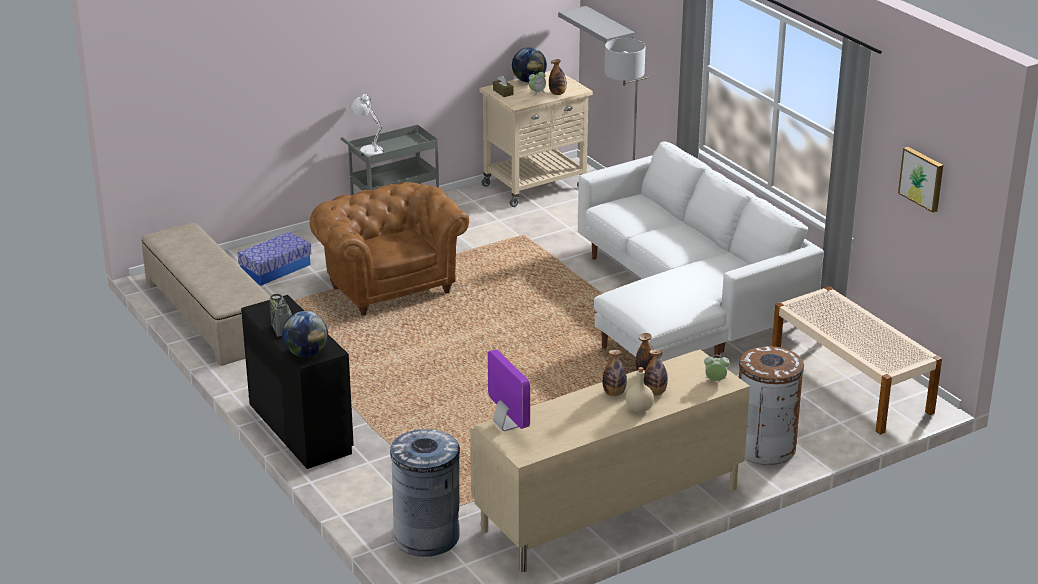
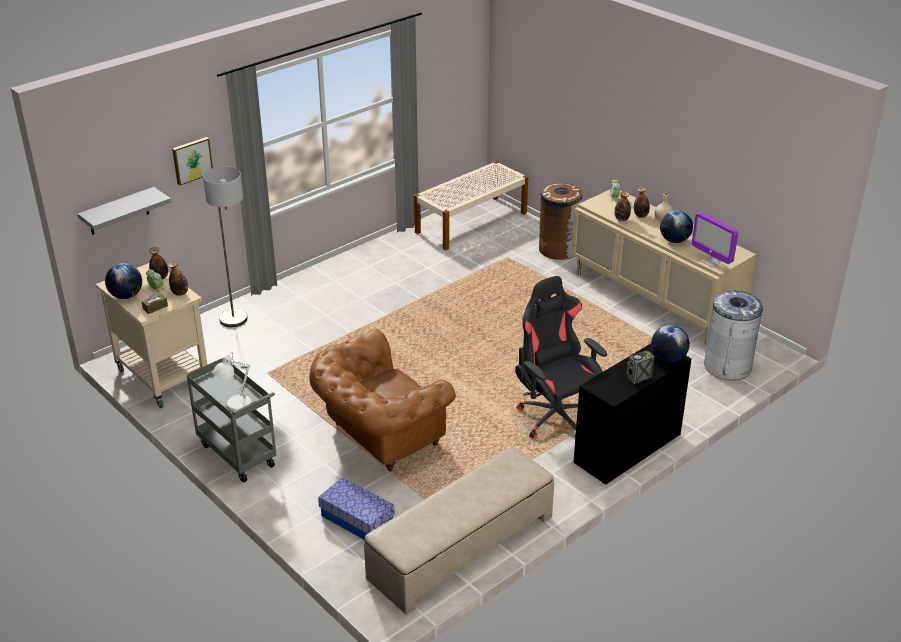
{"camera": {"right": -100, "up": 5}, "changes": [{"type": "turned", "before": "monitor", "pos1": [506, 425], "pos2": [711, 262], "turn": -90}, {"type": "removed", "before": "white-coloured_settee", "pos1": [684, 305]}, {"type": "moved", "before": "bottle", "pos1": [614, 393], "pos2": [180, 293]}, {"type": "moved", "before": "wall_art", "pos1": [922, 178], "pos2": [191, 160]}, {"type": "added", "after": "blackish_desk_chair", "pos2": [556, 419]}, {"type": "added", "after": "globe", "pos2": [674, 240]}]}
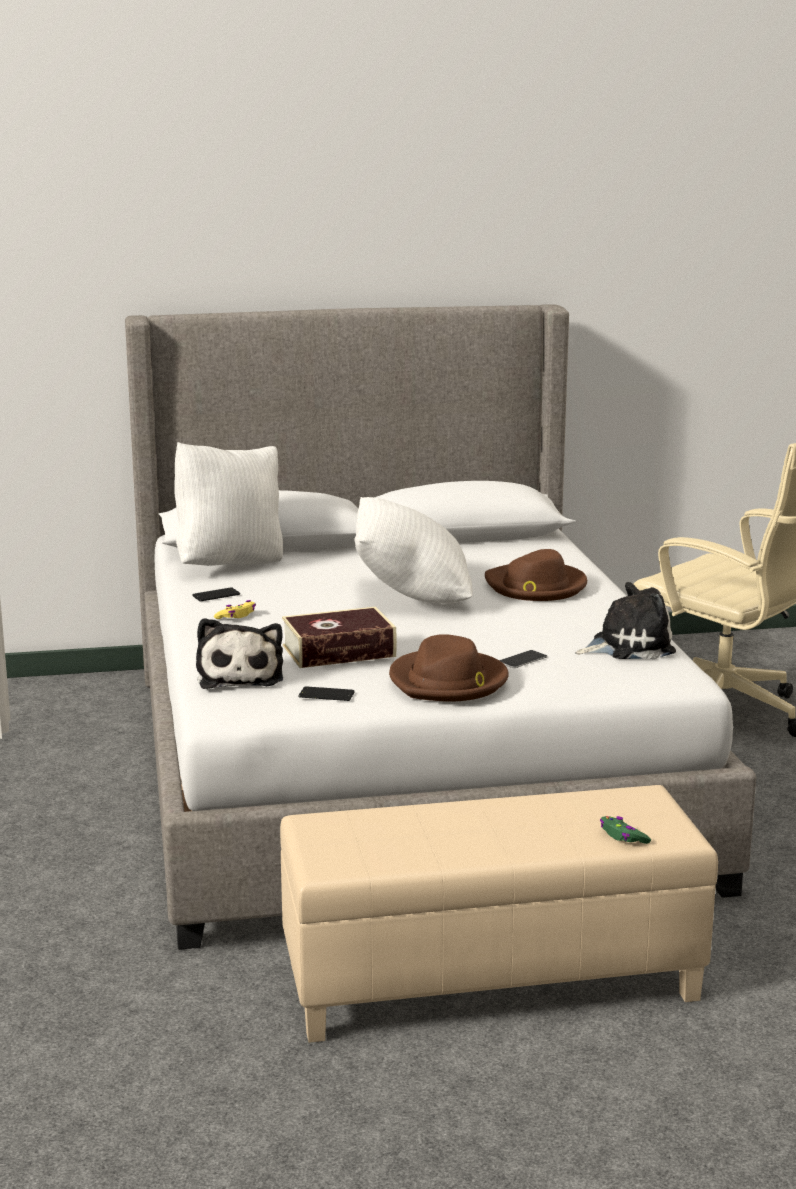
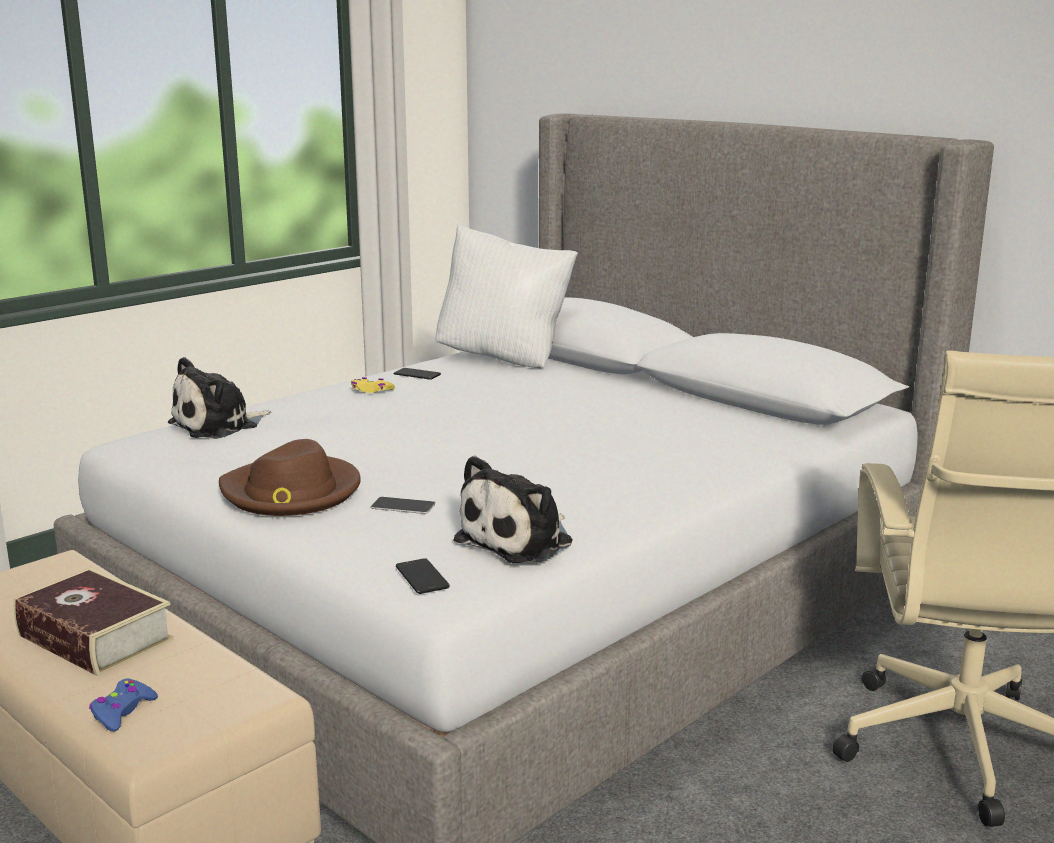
{"camera": {"right": 55, "up": 0}, "changes": [{"type": "moved", "before": "bound_book", "pos1": [339, 651], "pos2": [95, 638]}, {"type": "moved", "before": "handset", "pos1": [326, 695], "pos2": [422, 577]}, {"type": "removed", "before": "white-coloured_cushion", "pos1": [412, 597]}, {"type": "removed", "before": "brown-coloured_clothing_hat", "pos1": [536, 587]}, {"type": "turned", "before": "cuddly_toy", "pos1": [628, 646], "pos2": [520, 541], "turn": 90}, {"type": "recoloured", "before": "green-coloured_joypad", "after": "blue_joypad", "pos1": [623, 836], "pos2": [122, 712]}]}
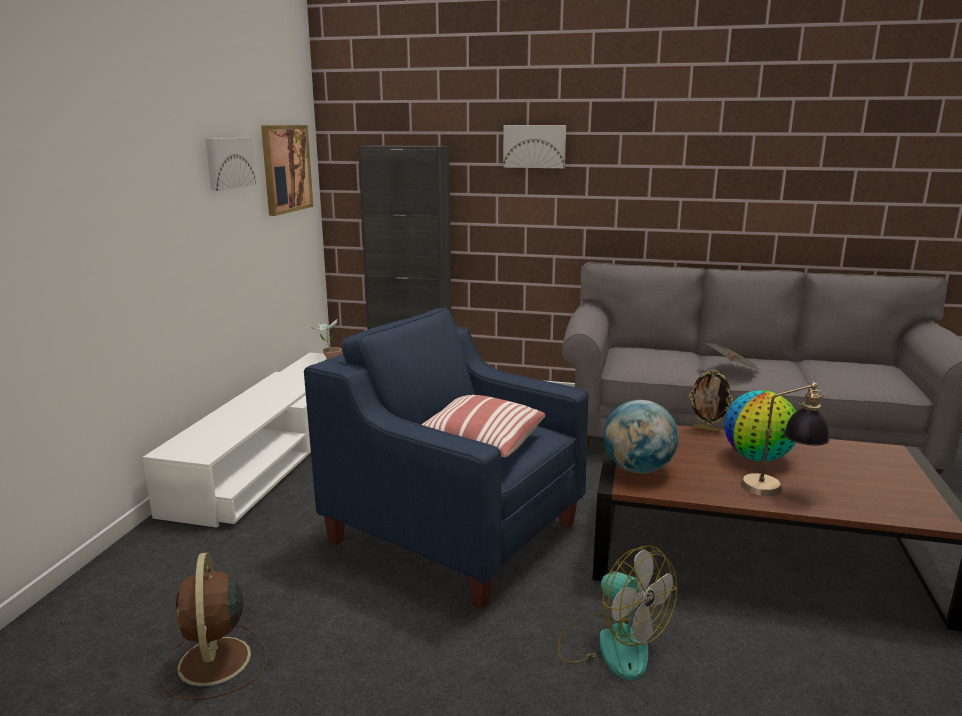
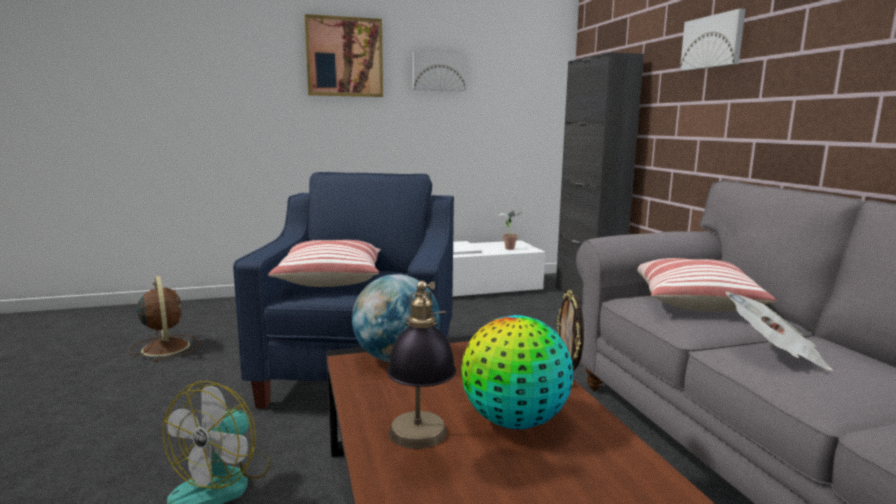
{"camera": {"right": 60, "up": -5}, "changes": [{"type": "turned", "before": "brown-coloured_cooling_fan", "pos1": [214, 663], "pos2": [165, 347], "turn": 105}, {"type": "moved", "before": "wall_art", "pos1": [286, 168], "pos2": [344, 57]}, {"type": "added", "after": "cushion", "pos2": [693, 302]}]}
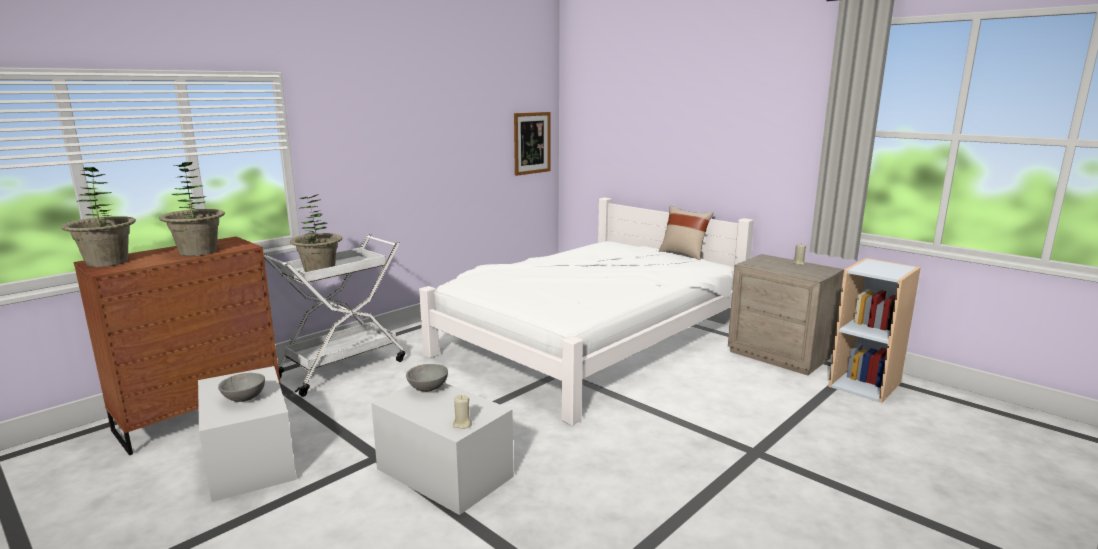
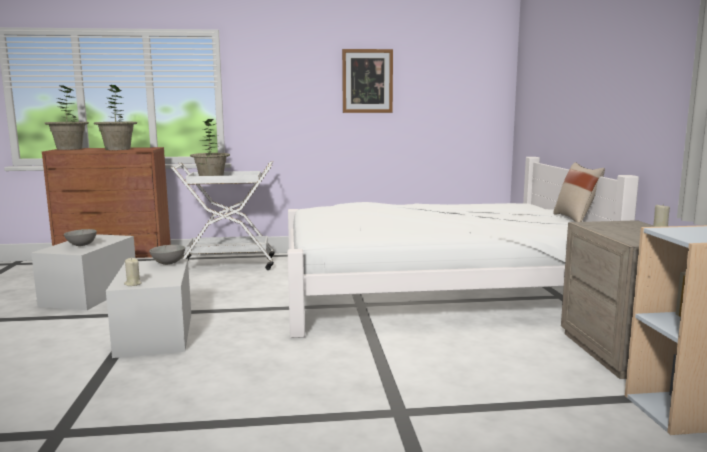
{"camera": {"right": 40, "up": -5}, "changes": [{"type": "moved", "before": "wall_art", "pos1": [532, 143], "pos2": [367, 81]}]}
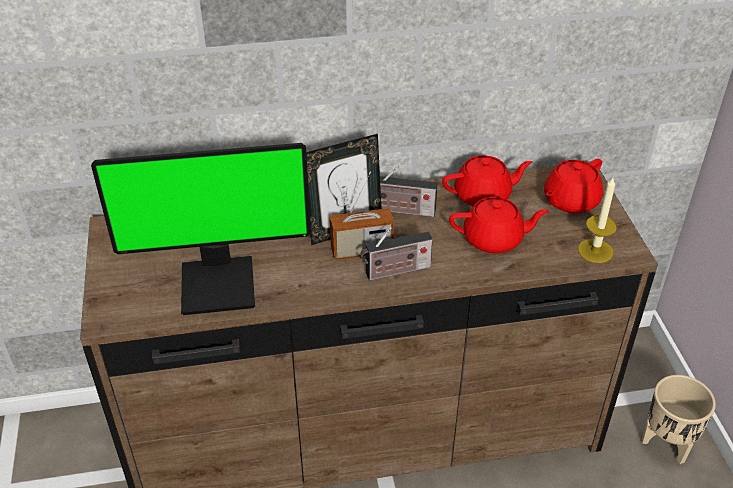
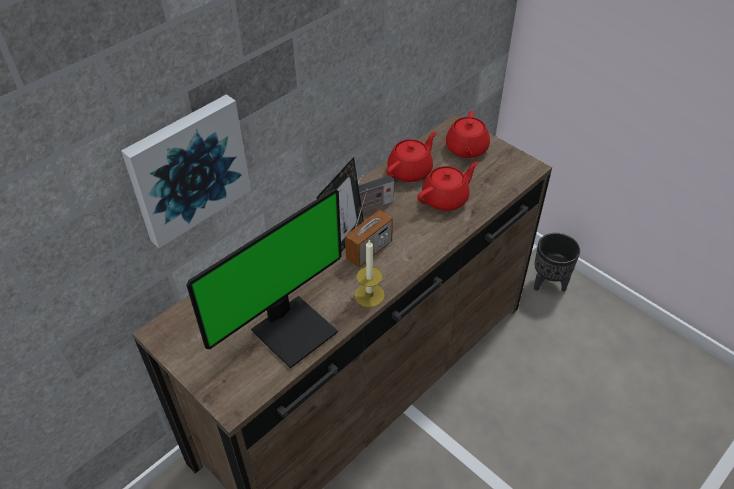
{"camera": {"right": -35, "up": 5}, "changes": [{"type": "removed", "before": "radio", "pos1": [395, 271]}, {"type": "moved", "before": "wax_candle", "pos1": [595, 251], "pos2": [369, 295]}, {"type": "recoloured", "before": "beige_flower_pot", "after": "blackish_flower_pot", "pos1": [667, 443], "pos2": [548, 283]}, {"type": "added", "after": "wall_art", "pos2": [187, 169]}]}
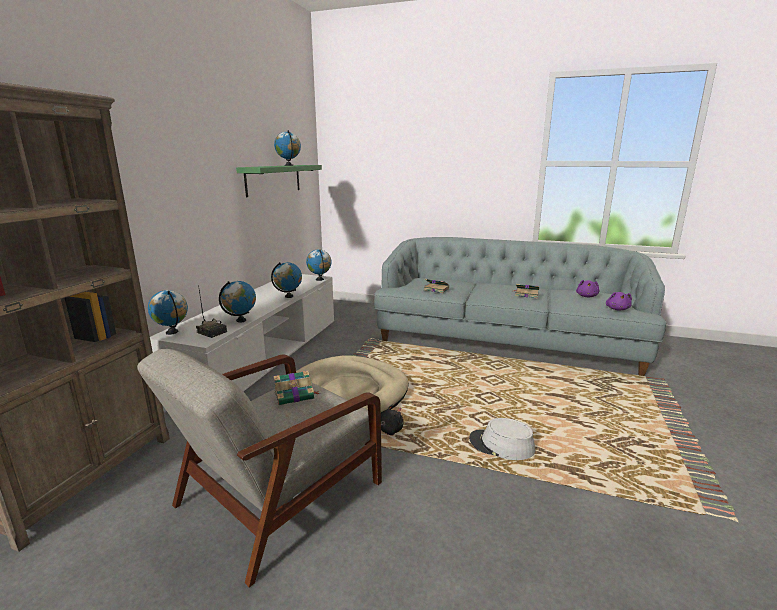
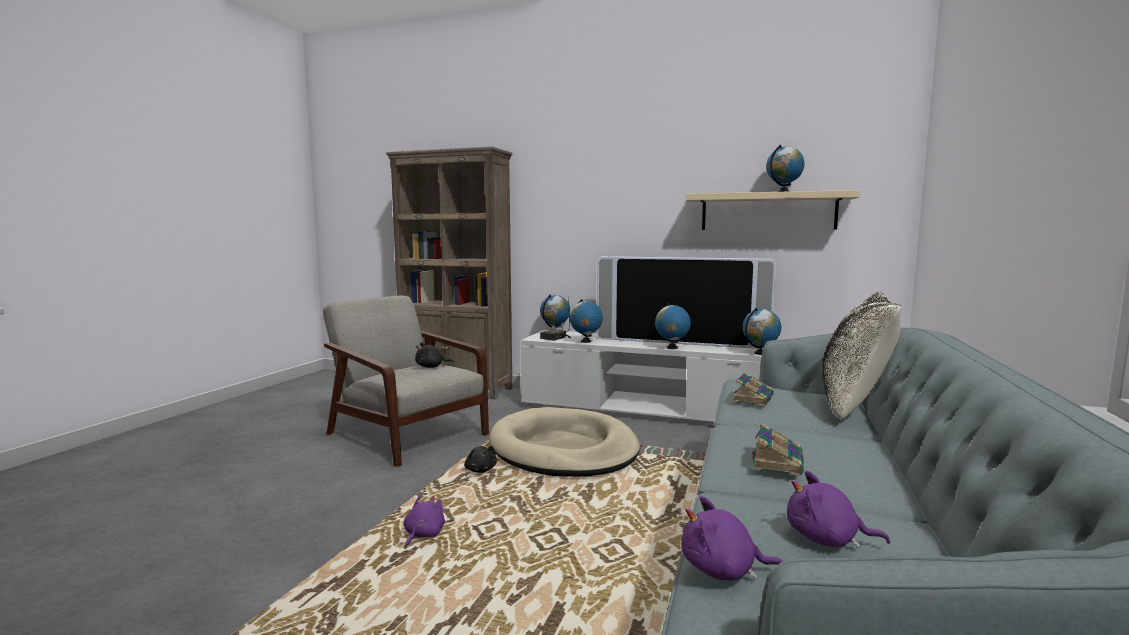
{"camera": {"right": 90, "up": -10}, "changes": [{"type": "recoloured", "before": "green-coloured_shelf", "after": "beige_shelf", "pos1": [273, 179], "pos2": [768, 211]}, {"type": "replaced", "before": "bound_book", "after": "blackish_cuddly_toy", "pos1": [295, 395], "pos2": [431, 367]}, {"type": "replaced", "before": "gray_clothing_hat", "after": "purple_cuddly_toy", "pos1": [501, 445], "pos2": [423, 535]}, {"type": "added", "after": "television", "pos2": [681, 342]}, {"type": "added", "after": "beige_cushion", "pos2": [854, 409]}]}
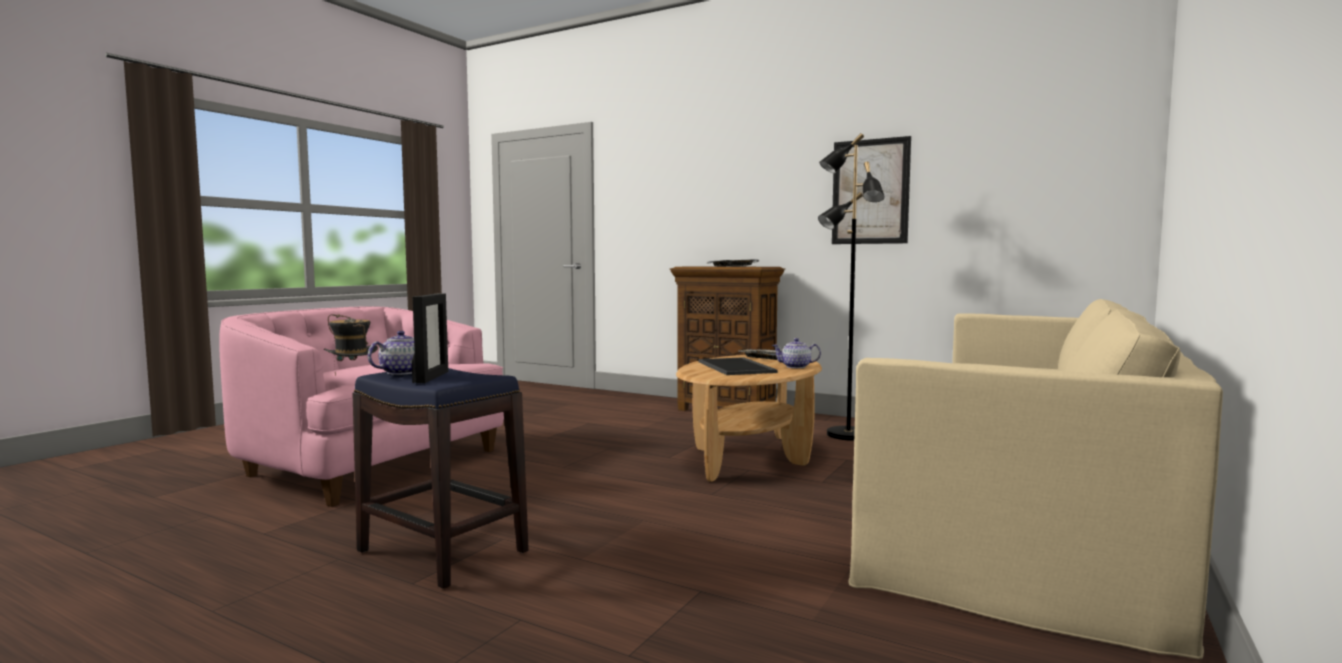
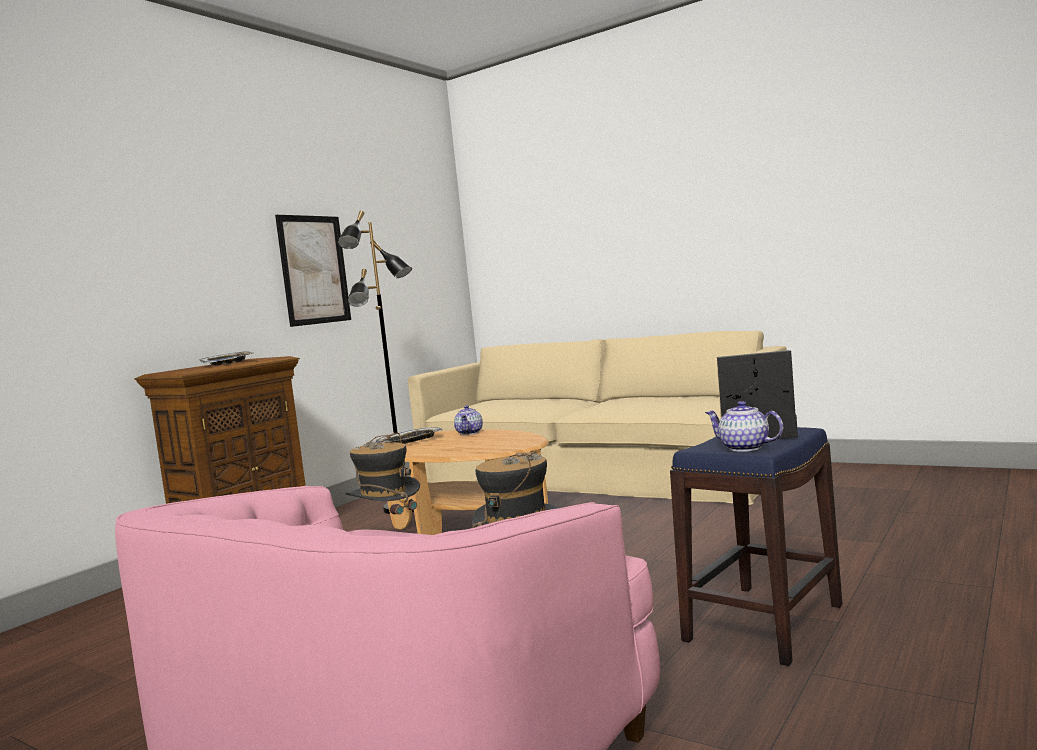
{"camera": {"right": -85, "up": 0}, "changes": [{"type": "removed", "before": "tray", "pos1": [737, 367]}, {"type": "added", "after": "clothing_hat", "pos2": [388, 530]}]}
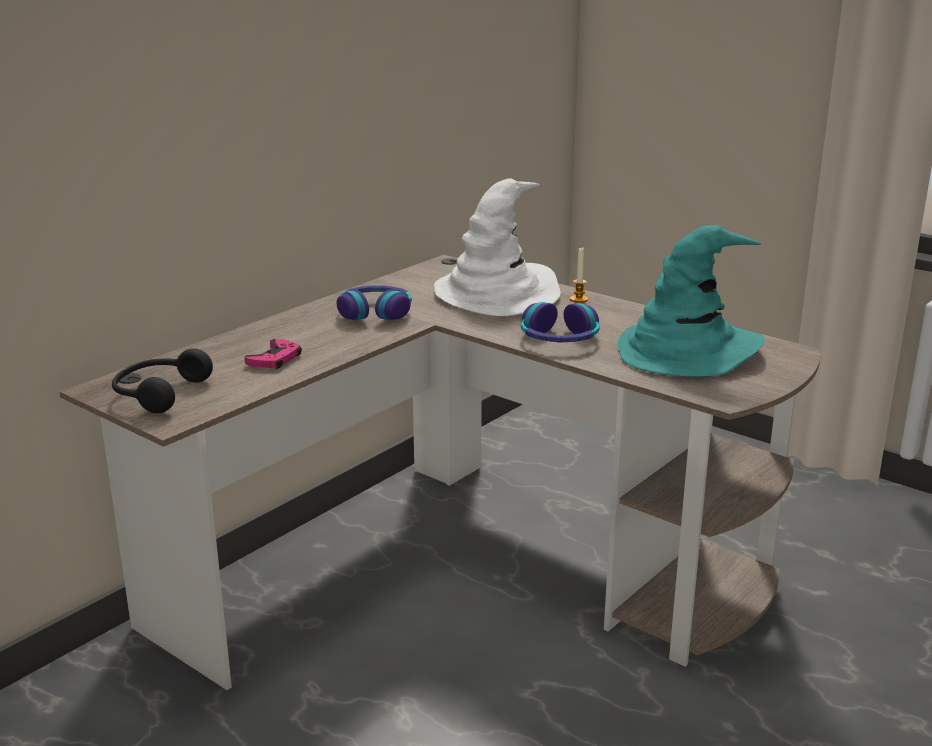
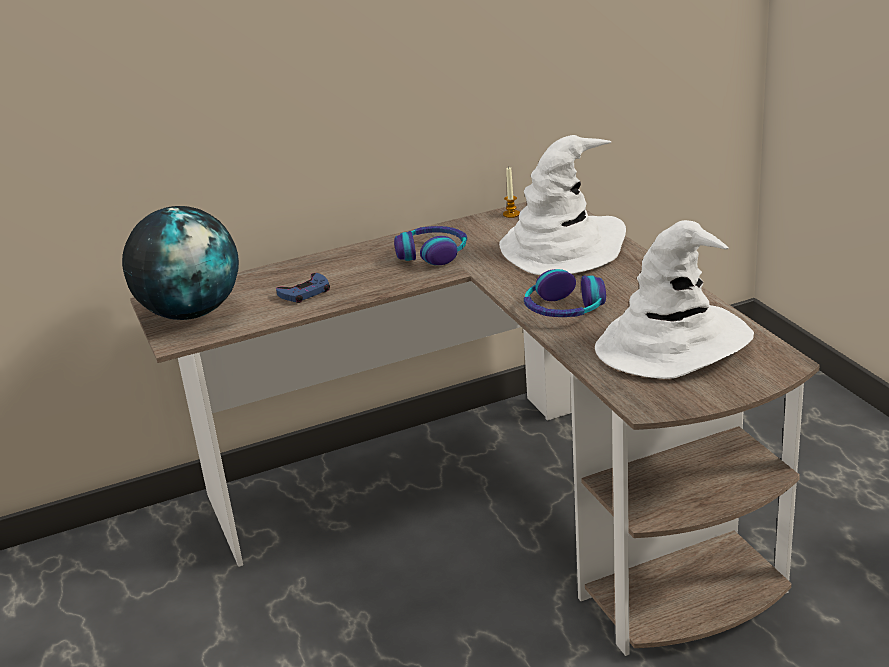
{"camera": {"right": 30, "up": 5}, "changes": [{"type": "replaced", "before": "blackish_pair_of_headphones", "after": "globe", "pos1": [158, 394], "pos2": [191, 313]}, {"type": "recoloured", "before": "pinkish_joypad", "after": "blue_joypad", "pos1": [275, 359], "pos2": [305, 293]}, {"type": "moved", "before": "wax_candle", "pos1": [579, 299], "pos2": [511, 214]}, {"type": "recoloured", "before": "turquoise_clothing_hat", "after": "white-coloured_clothing_hat", "pos1": [687, 351], "pos2": [673, 344]}]}
